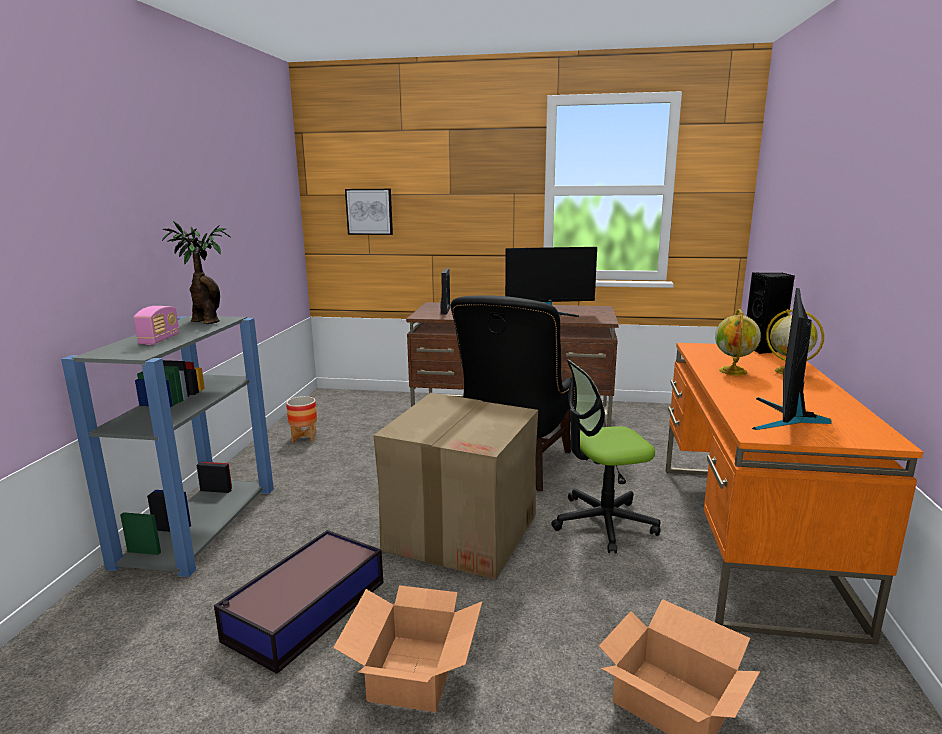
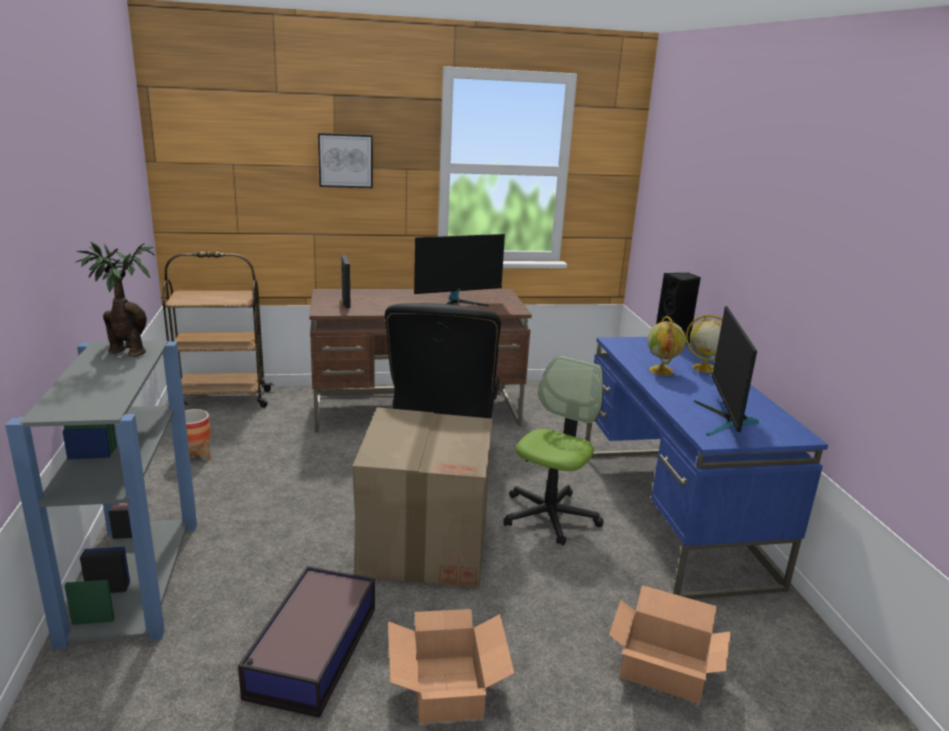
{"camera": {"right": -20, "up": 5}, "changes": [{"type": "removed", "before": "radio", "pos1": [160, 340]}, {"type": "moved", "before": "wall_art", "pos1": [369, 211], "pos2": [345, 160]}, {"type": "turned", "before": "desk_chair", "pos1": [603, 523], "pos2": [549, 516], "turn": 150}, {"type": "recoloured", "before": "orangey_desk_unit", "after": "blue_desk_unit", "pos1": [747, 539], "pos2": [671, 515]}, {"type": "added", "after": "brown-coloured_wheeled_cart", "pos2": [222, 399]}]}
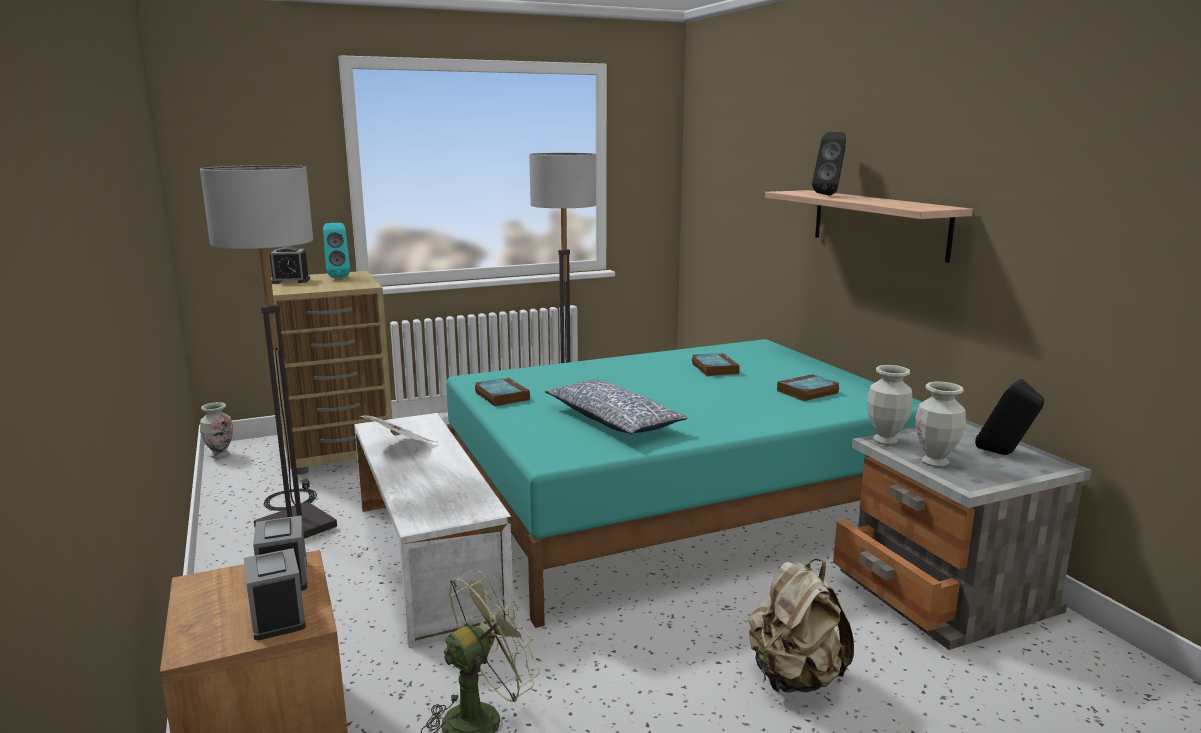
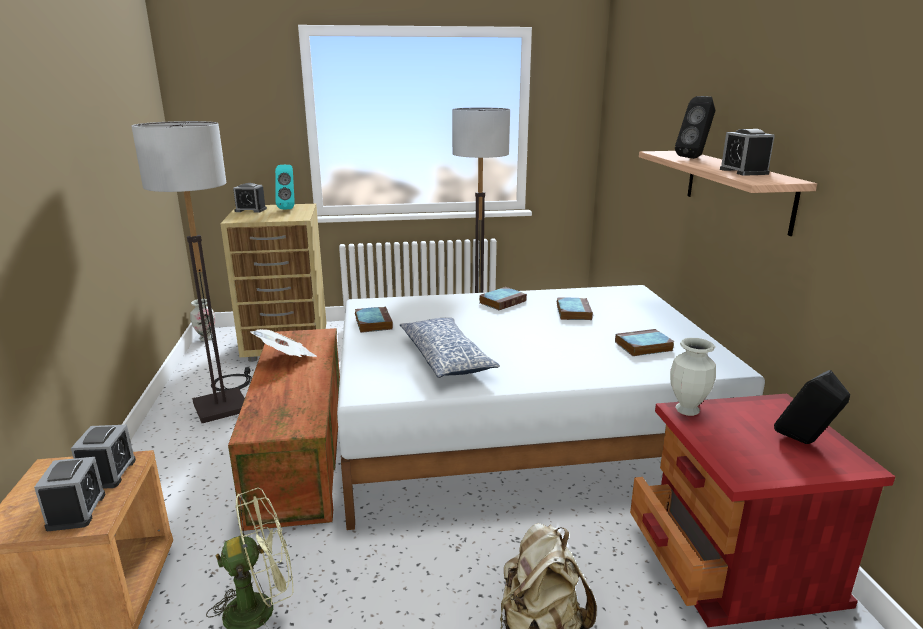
{"camera": {"right": 15, "up": 5}, "changes": [{"type": "recoloured", "before": "white-coloured_bench", "after": "brown-coloured_bench", "pos1": [431, 559], "pos2": [302, 450]}, {"type": "recoloured", "before": "turquoise_bed", "after": "white-coloured_bed", "pos1": [675, 509], "pos2": [522, 432]}, {"type": "recoloured", "before": "gray_night_table", "after": "red-coloured_night_table", "pos1": [941, 593], "pos2": [730, 562]}, {"type": "removed", "before": "vase", "pos1": [935, 462]}, {"type": "added", "after": "bound_book", "pos2": [503, 301]}, {"type": "added", "after": "table_clock", "pos2": [743, 171]}]}
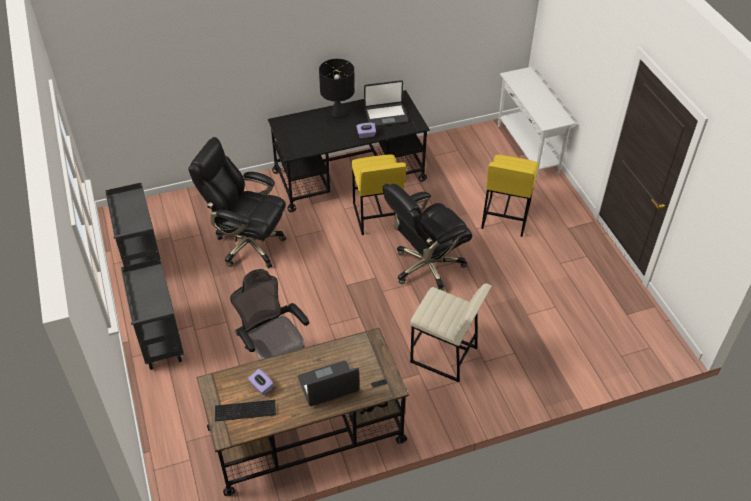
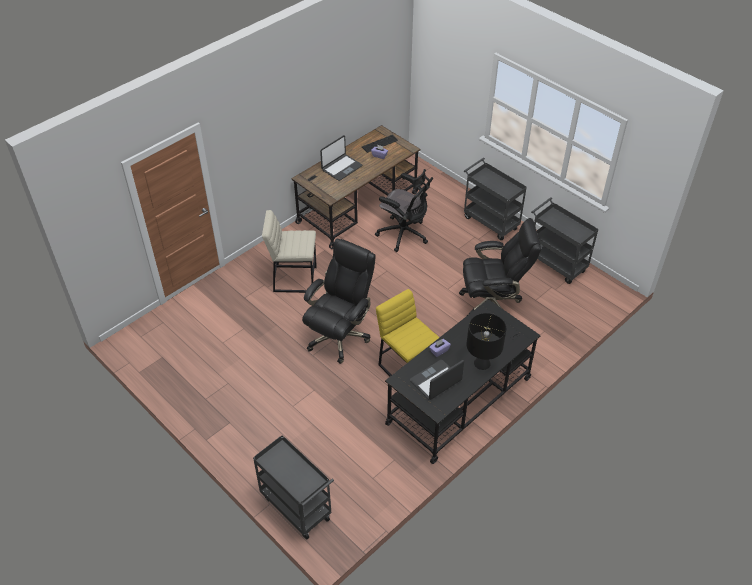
{"camera": {"right": 155, "up": 0}, "changes": [{"type": "removed", "before": "yellowish_upright_chair", "pos1": [505, 218]}, {"type": "replaced", "before": "white-coloured_console_table", "after": "gray_wheeled_cart", "pos1": [528, 150], "pos2": [297, 510]}]}
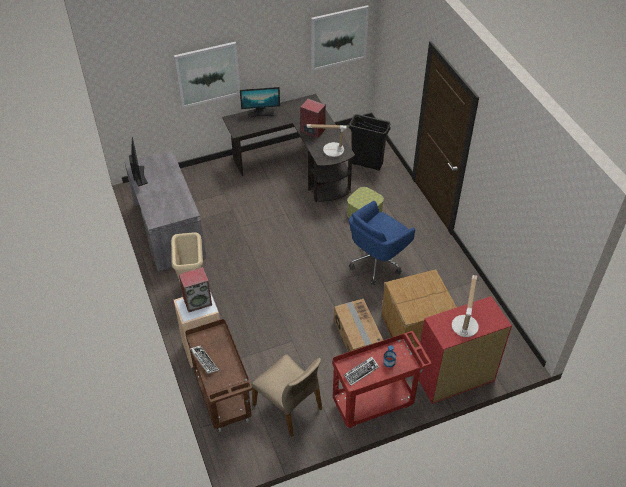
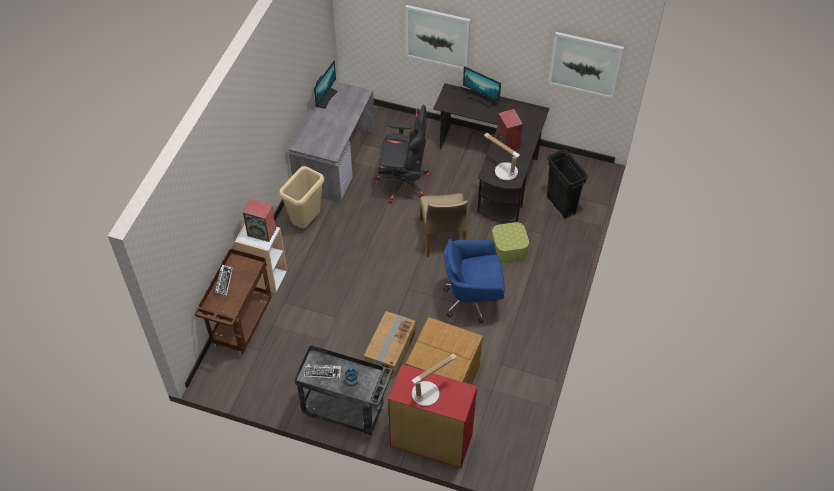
{"camera": {"right": 40, "up": 5}, "changes": [{"type": "moved", "before": "beige_upright_chair", "pos1": [288, 406], "pos2": [443, 237]}, {"type": "recoloured", "before": "red-coloured_wheeled_cart", "after": "gray_wheeled_cart", "pos1": [376, 404], "pos2": [347, 414]}, {"type": "added", "after": "blackish_desk_chair", "pos2": [402, 184]}]}
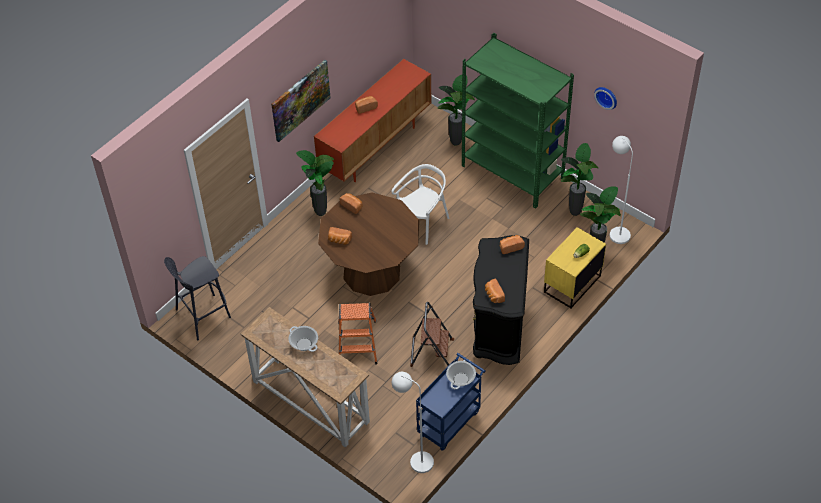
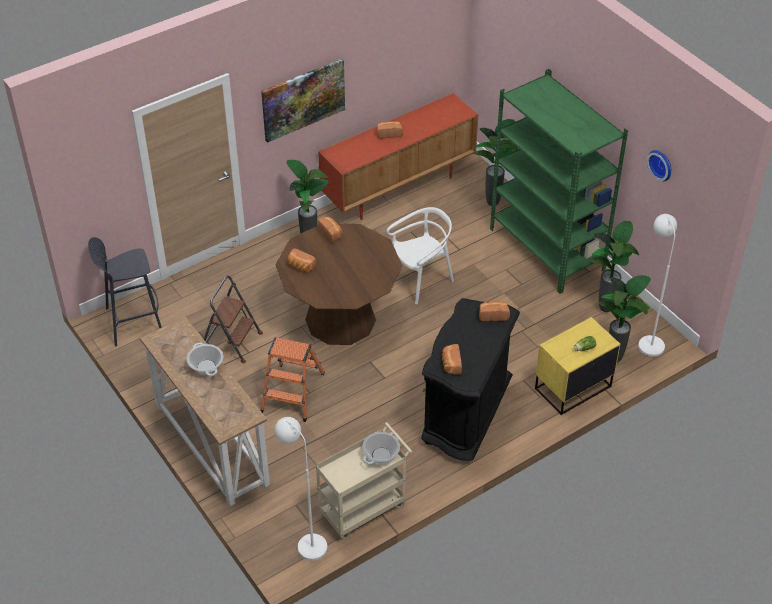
{"camera": {"right": 15, "up": -5}, "changes": [{"type": "moved", "before": "brown-coloured_step_ladder", "pos1": [430, 352], "pos2": [229, 340]}, {"type": "recoloured", "before": "blue_wheeled_cart", "after": "beige_wheeled_cart", "pos1": [450, 423], "pos2": [364, 511]}]}
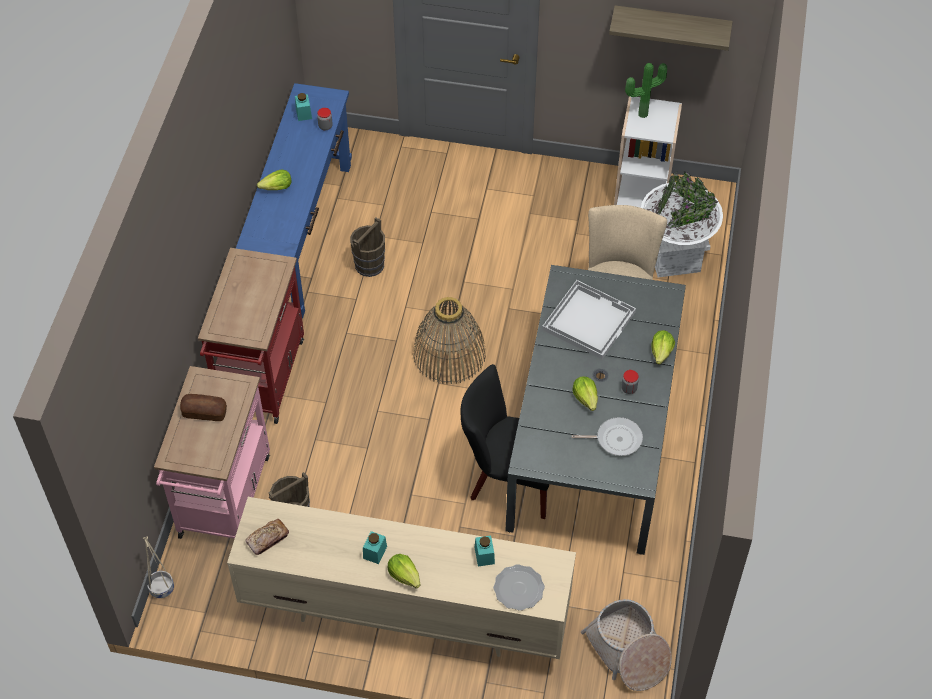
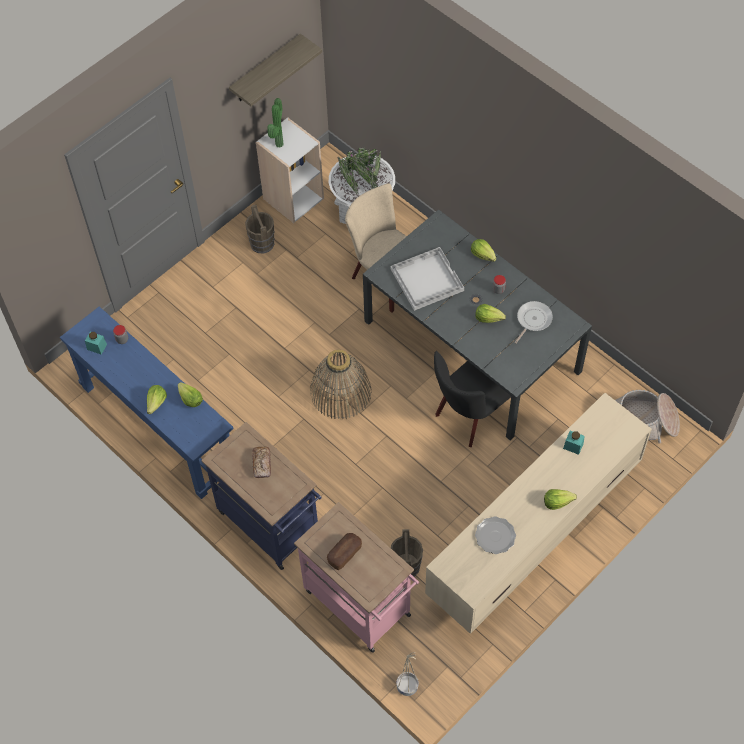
{"camera": {"right": -55, "up": 5}, "changes": [{"type": "recoloured", "before": "red-coloured_wheeled_cart", "after": "blue_wheeled_cart", "pos1": [260, 379], "pos2": [271, 525]}, {"type": "moved", "before": "bread", "pos1": [267, 539], "pos2": [262, 464]}, {"type": "moved", "before": "brown-coloured_pail", "pos1": [369, 265], "pos2": [262, 243]}, {"type": "removed", "before": "turquoise_jar", "pos1": [375, 552]}, {"type": "moved", "before": "plate", "pos1": [518, 589], "pos2": [495, 536]}, {"type": "added", "after": "lettuce_head", "pos2": [190, 399]}]}
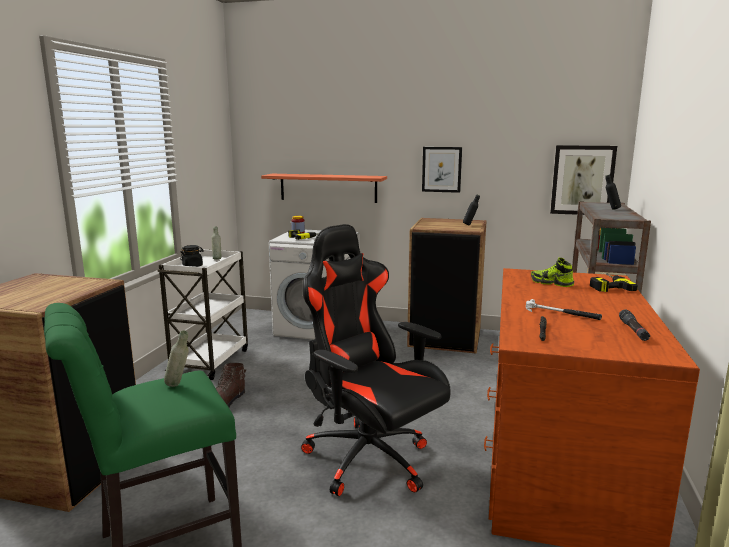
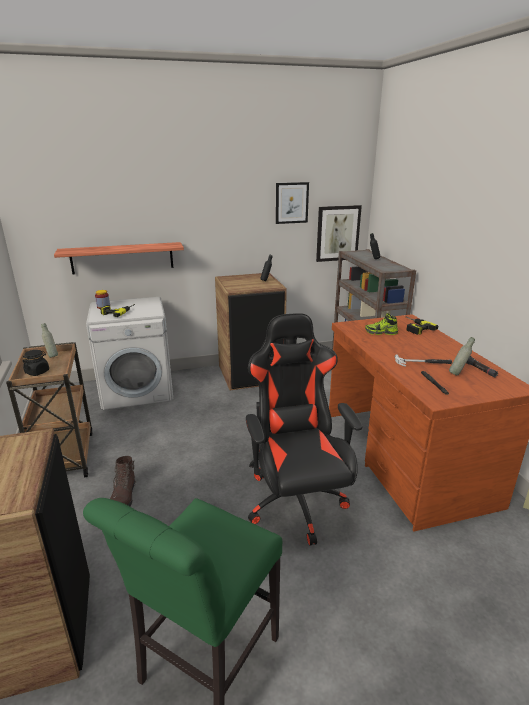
{"camera": {"right": -30, "up": 10}, "changes": [{"type": "recoloured", "before": "white-coloured_wheeled_cart", "after": "brown-coloured_wheeled_cart", "pos1": [210, 361], "pos2": [65, 456]}, {"type": "moved", "before": "gray_bottle", "pos1": [179, 386], "pos2": [458, 374]}, {"type": "turned", "before": "blackish_desk_chair", "pos1": [374, 464], "pos2": [297, 508], "turn": 60}, {"type": "moved", "before": "wall_art", "pos1": [441, 169], "pos2": [291, 203]}]}
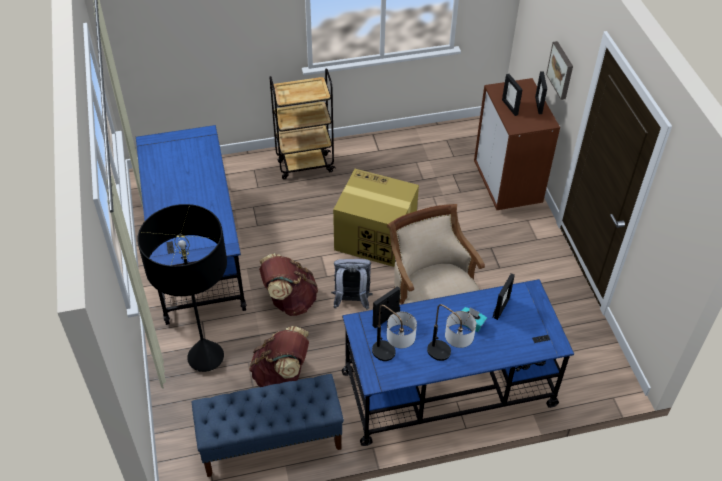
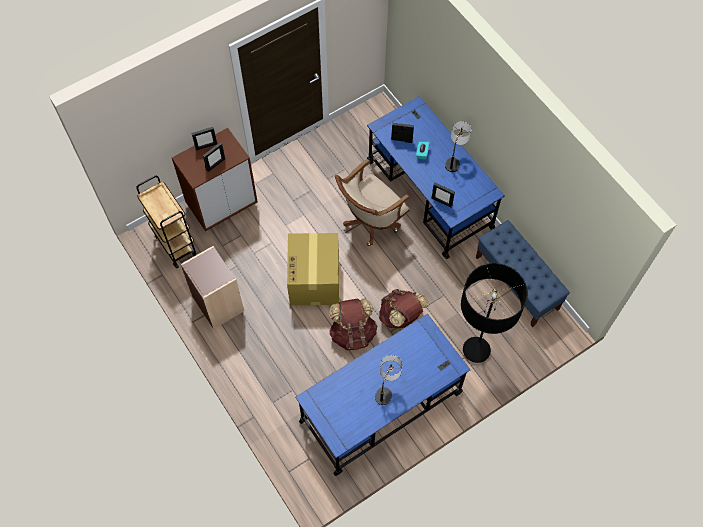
{"camera": {"right": -110, "up": 15}, "changes": [{"type": "moved", "before": "brown-coloured_knapsack", "pos1": [282, 376], "pos2": [353, 333]}, {"type": "moved", "before": "brown-coloured_wheeled_cart", "pos1": [305, 166], "pos2": [175, 246]}, {"type": "removed", "before": "gray_knapsack", "pos1": [351, 301]}, {"type": "moved", "before": "tabletop_lamp", "pos1": [392, 358], "pos2": [387, 388]}, {"type": "removed", "before": "wall_art", "pos1": [561, 70]}, {"type": "added", "after": "brown-coloured_bookshelf", "pos2": [217, 303]}]}
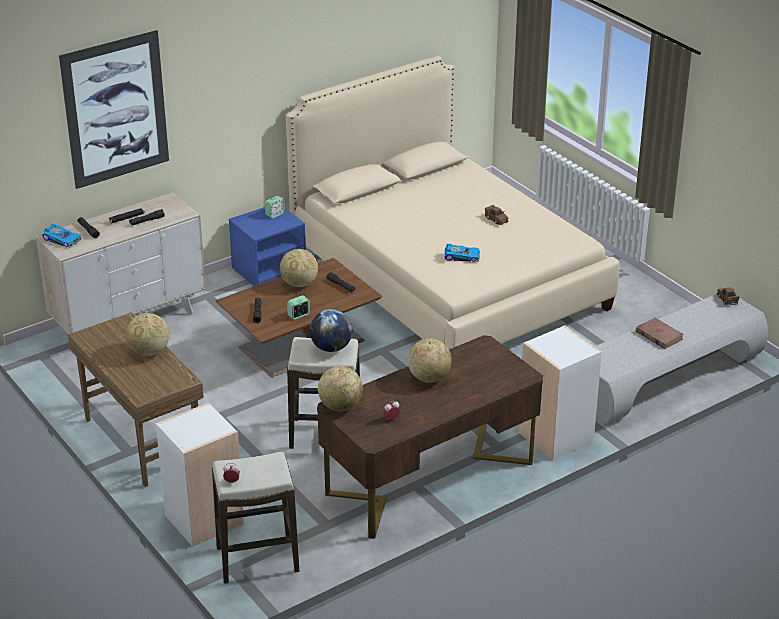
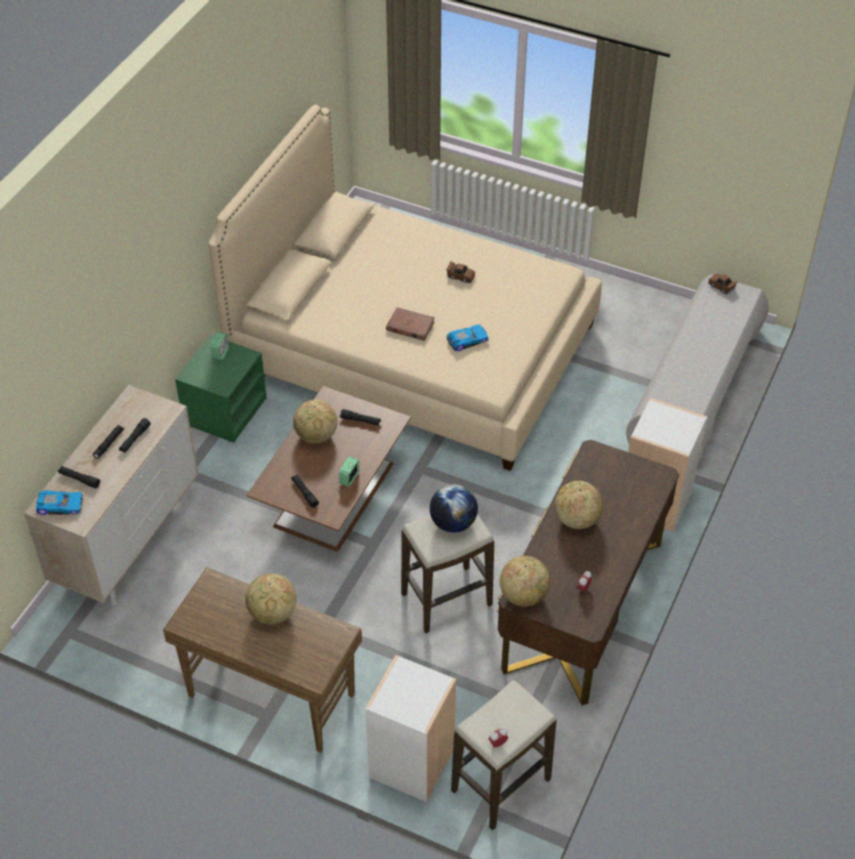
{"camera": {"right": -30, "up": 15}, "changes": [{"type": "removed", "before": "wall_art", "pos1": [115, 109]}, {"type": "recoloured", "before": "blue_night_table", "after": "green-coloured_night_table", "pos1": [269, 270], "pos2": [225, 410]}, {"type": "moved", "before": "brown-coloured_bound_book", "pos1": [659, 335], "pos2": [410, 326]}]}
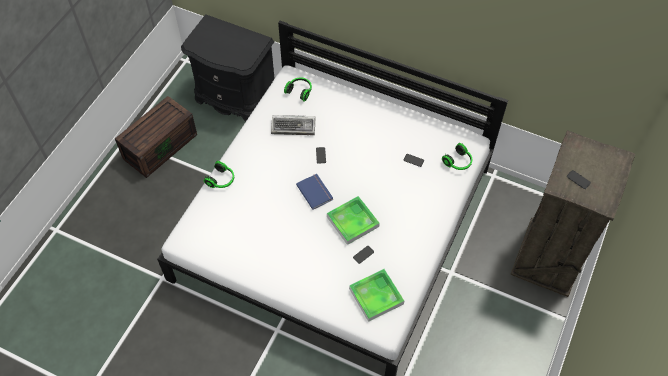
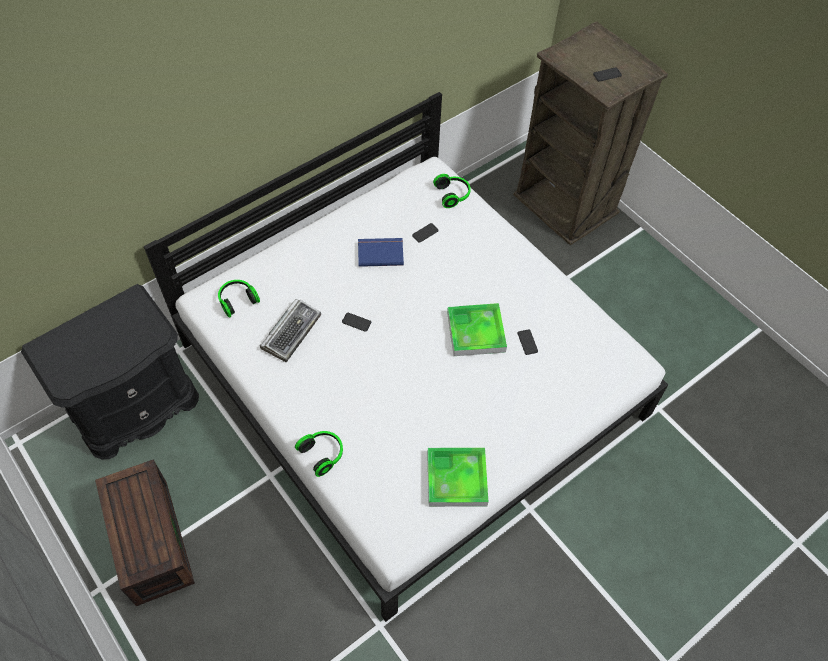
{"camera": {"right": -65, "up": 0}, "changes": [{"type": "moved", "before": "blue_bound_book", "pos1": [315, 191], "pos2": [380, 252]}, {"type": "moved", "before": "tray", "pos1": [376, 296], "pos2": [456, 479]}]}
